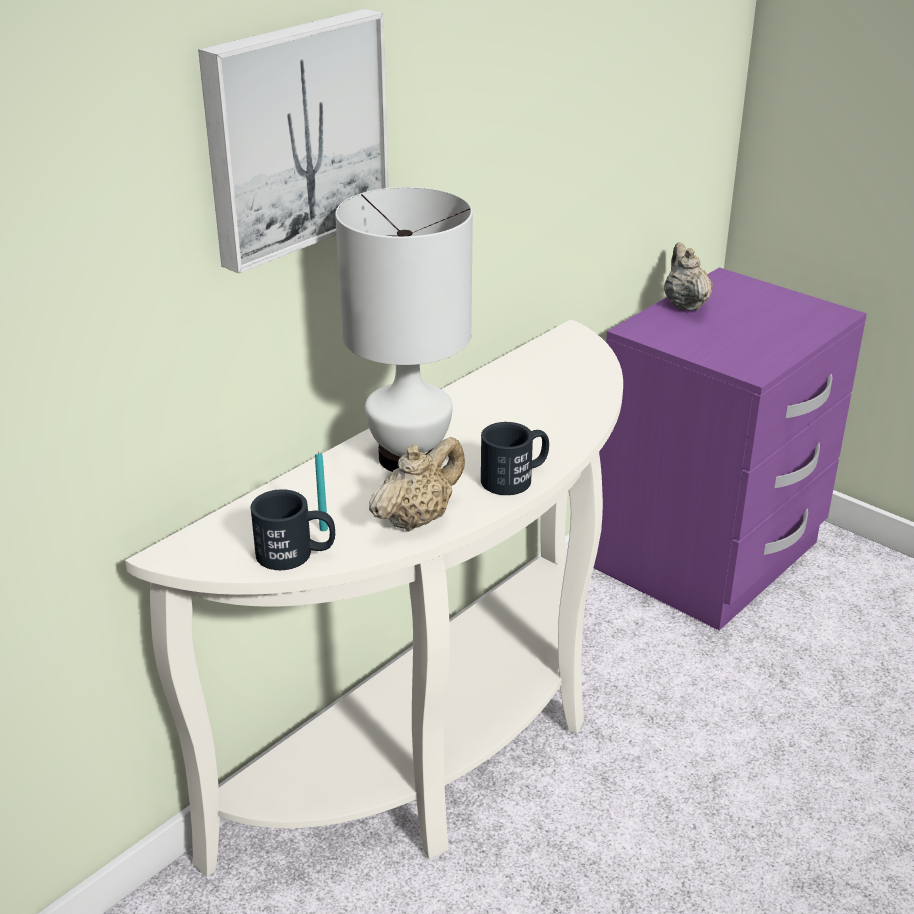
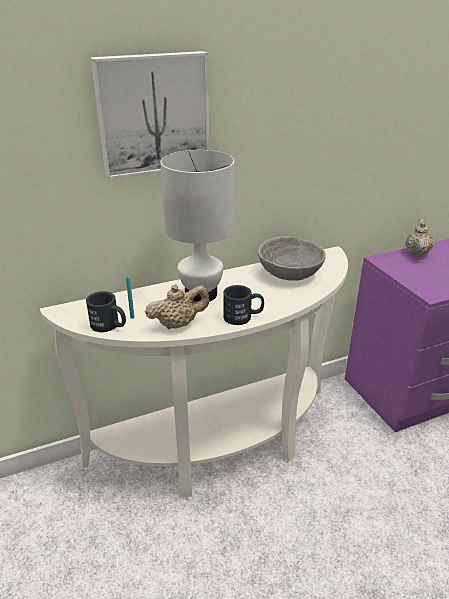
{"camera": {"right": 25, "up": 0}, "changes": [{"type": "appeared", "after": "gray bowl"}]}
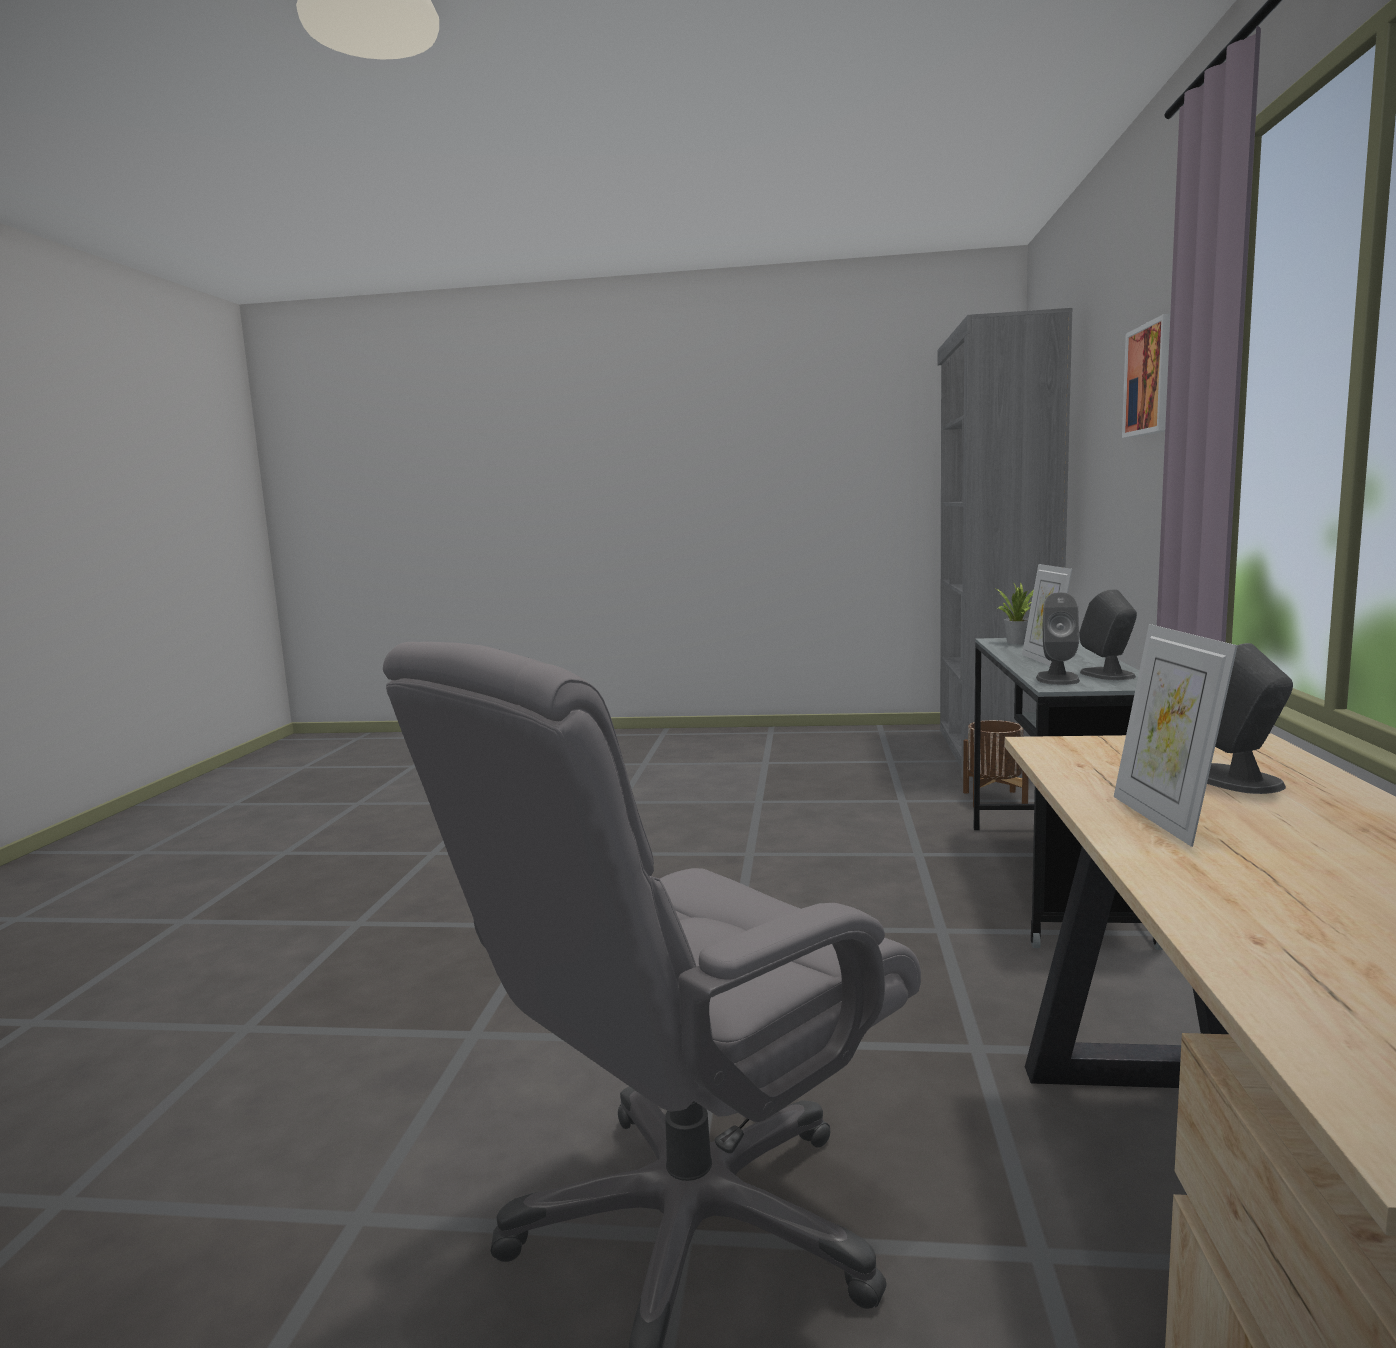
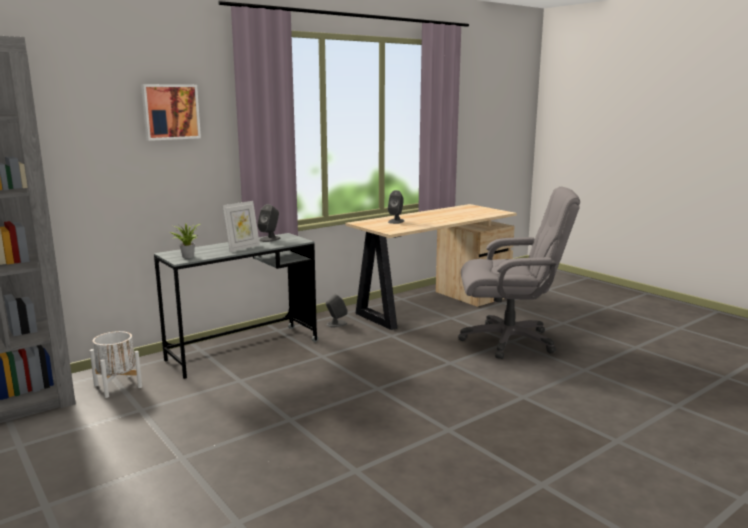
{"camera": {"right": -135, "up": 5}, "changes": [{"type": "colour", "before": "brown flower pot", "after": "white flower pot"}, {"type": "relocated", "before": "gray loudspeaker (no. 1 from left in the first image)", "after": "gray loudspeaker (no. 2 from left)"}, {"type": "missing", "before": "picture frame (no. 2 from left)"}]}
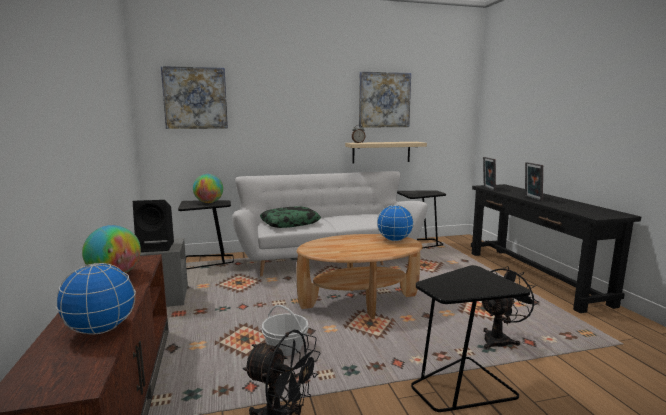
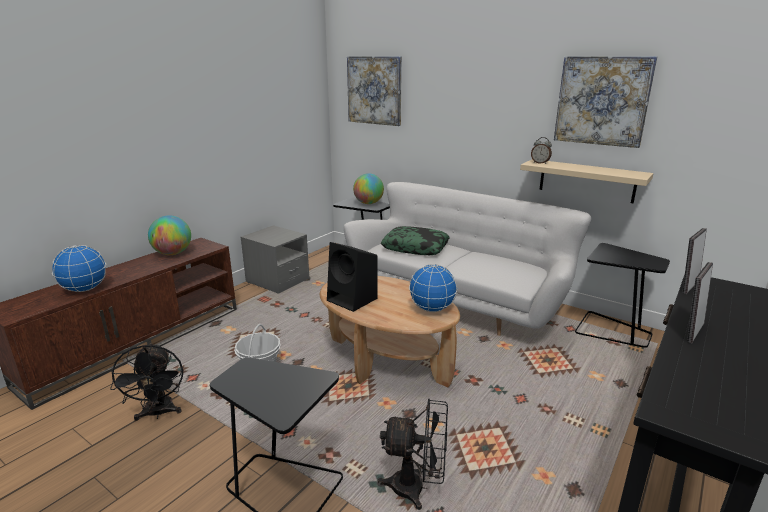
{"camera": {"right": 50, "up": 10}, "changes": [{"type": "relocated", "before": "black loudspeaker"}]}
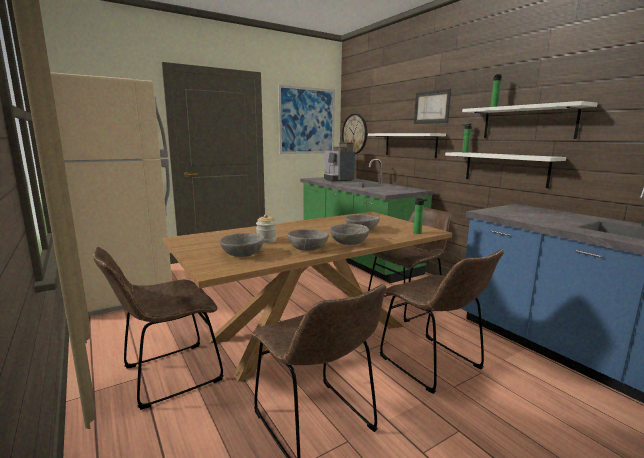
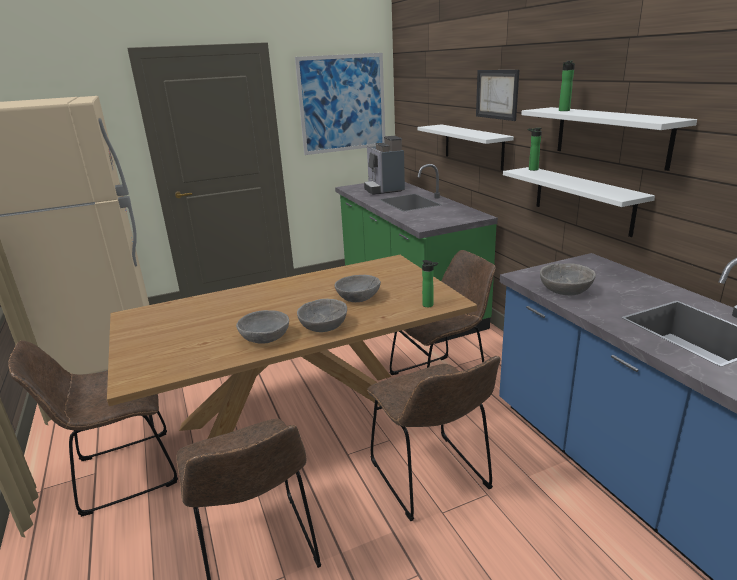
{"camera": {"right": 10, "up": 10}, "changes": [{"type": "relocated", "before": "gray bowl (no. 1 from left in the first image)", "after": "gray bowl (no. 4 from left)"}, {"type": "missing", "before": "preserve jar"}, {"type": "missing", "before": "hanging clock"}]}
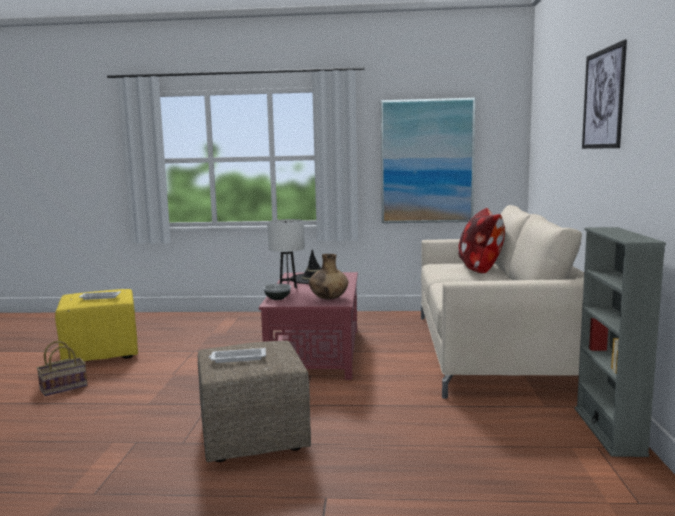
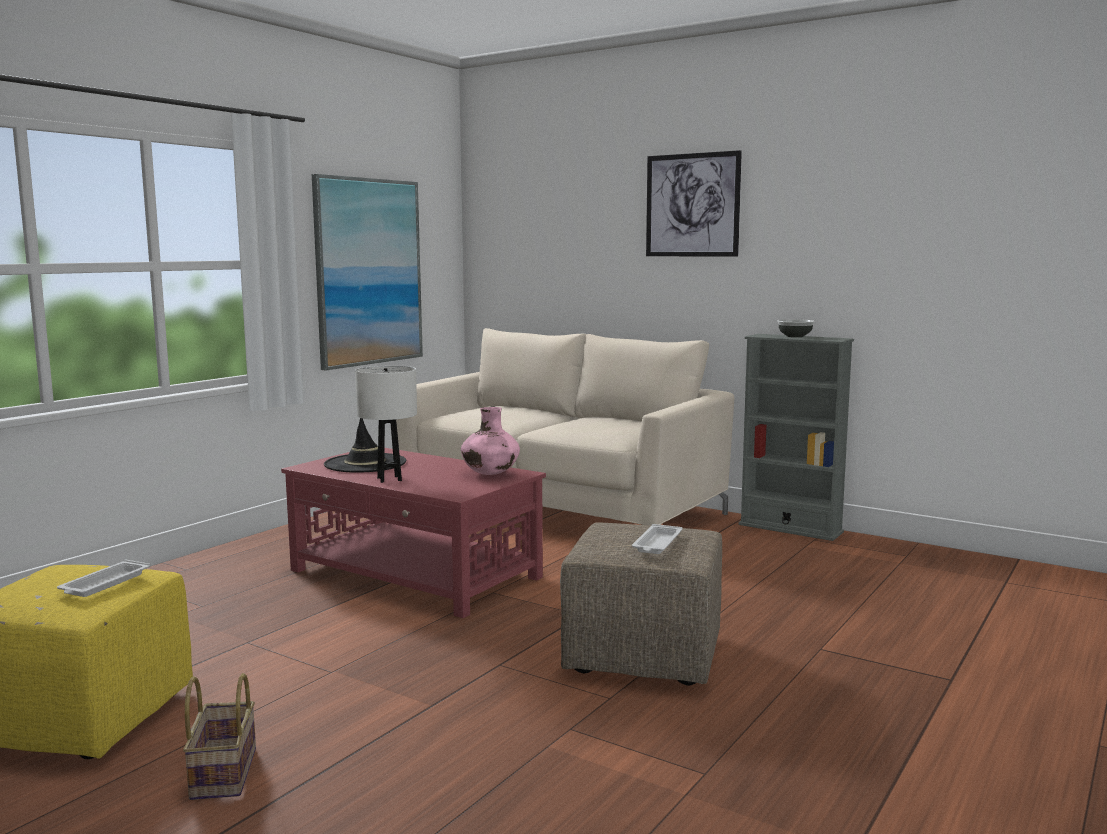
{"camera": {"right": -60, "up": 0}, "changes": [{"type": "relocated", "before": "bowl"}, {"type": "colour", "before": "brown decorative vase", "after": "pink decorative vase"}, {"type": "missing", "before": "pillow"}]}
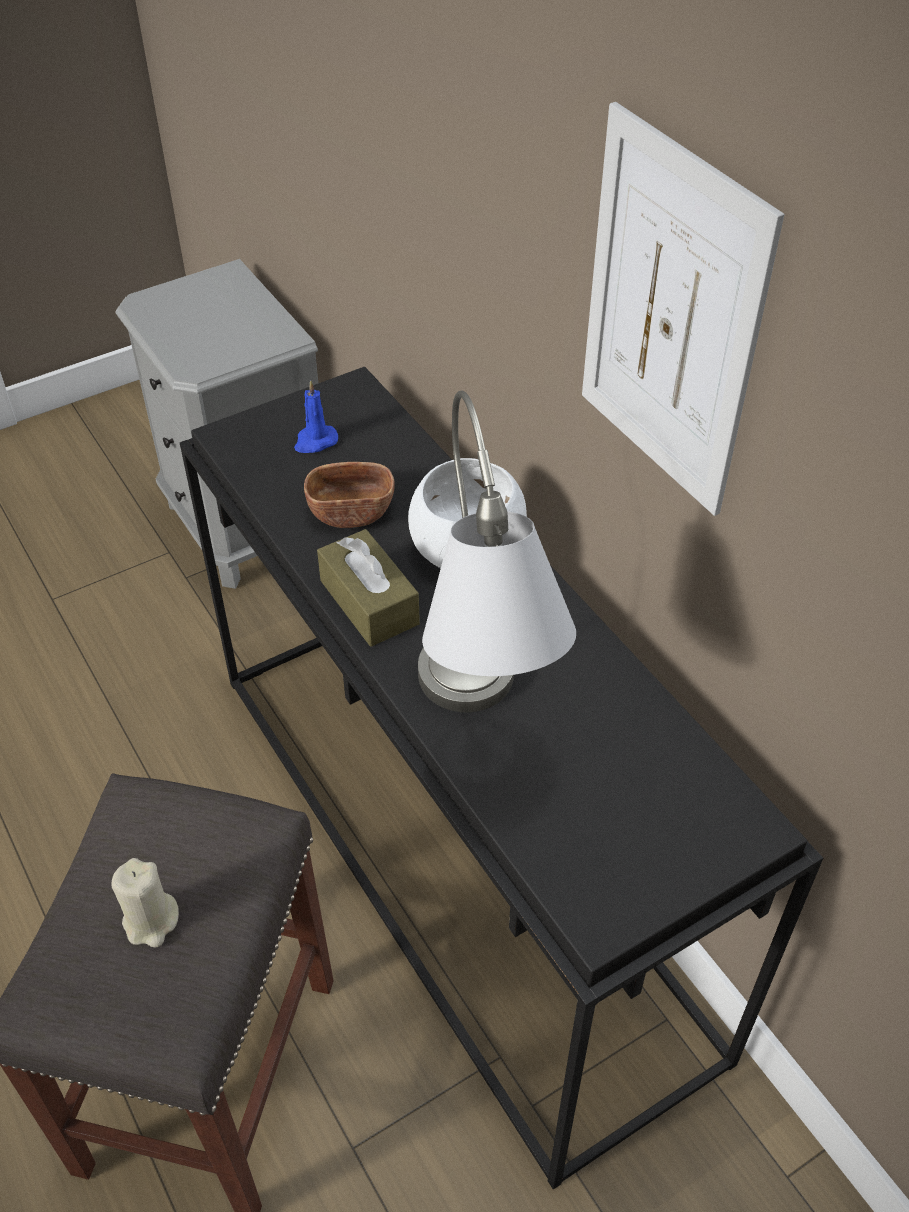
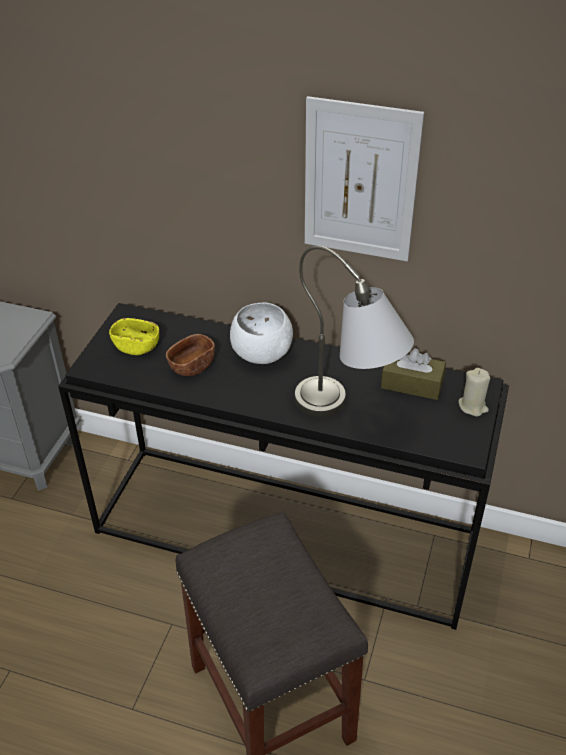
{"camera": {"right": -40, "up": -5}, "changes": [{"type": "relocated", "before": "sand-coloured wax light"}, {"type": "exchanged", "before": "bluish wax light", "after": "yellow bowl"}, {"type": "relocated", "before": "brown box of tissues"}]}
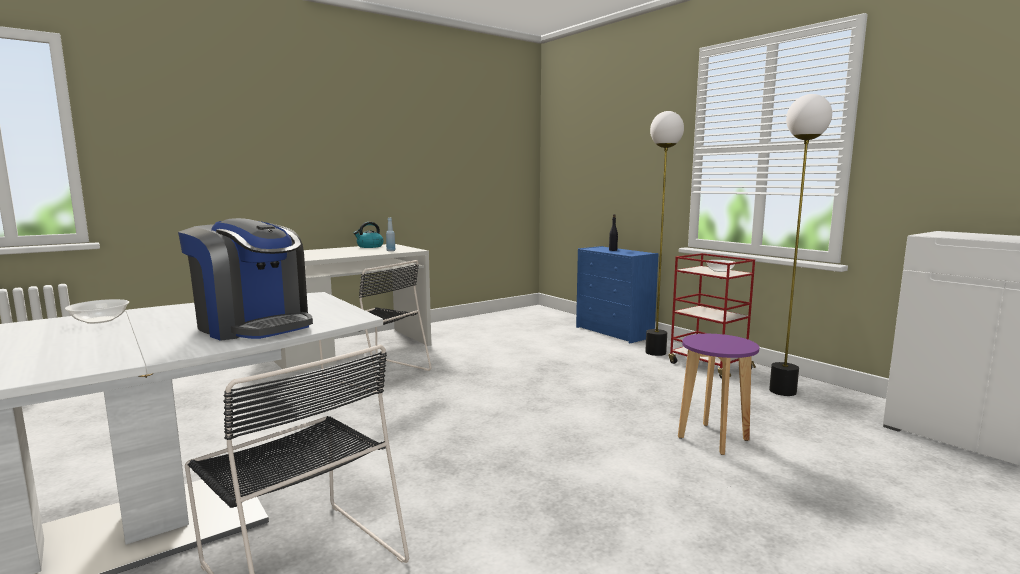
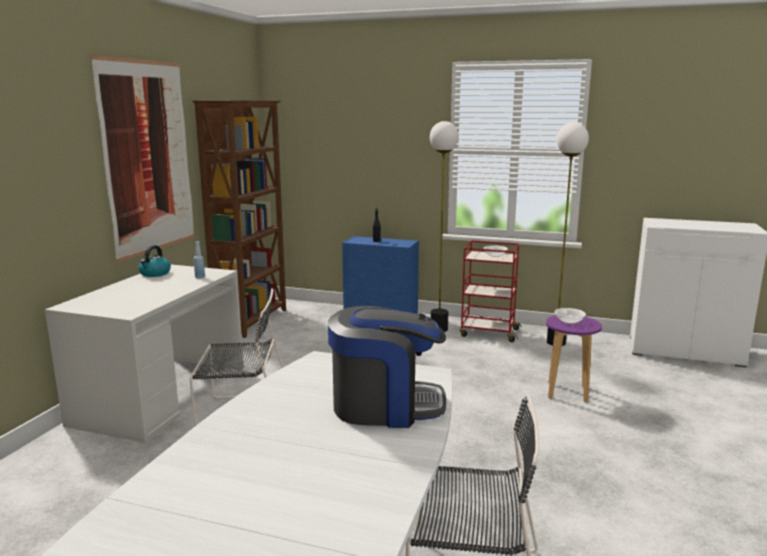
{"camera": {"right": -35, "up": 5}, "changes": [{"type": "relocated", "before": "bowl (no. 1 from left in the first image)", "after": "bowl (no. 2 from left)"}, {"type": "appeared", "after": "picture"}, {"type": "appeared", "after": "brown bookshelf"}]}
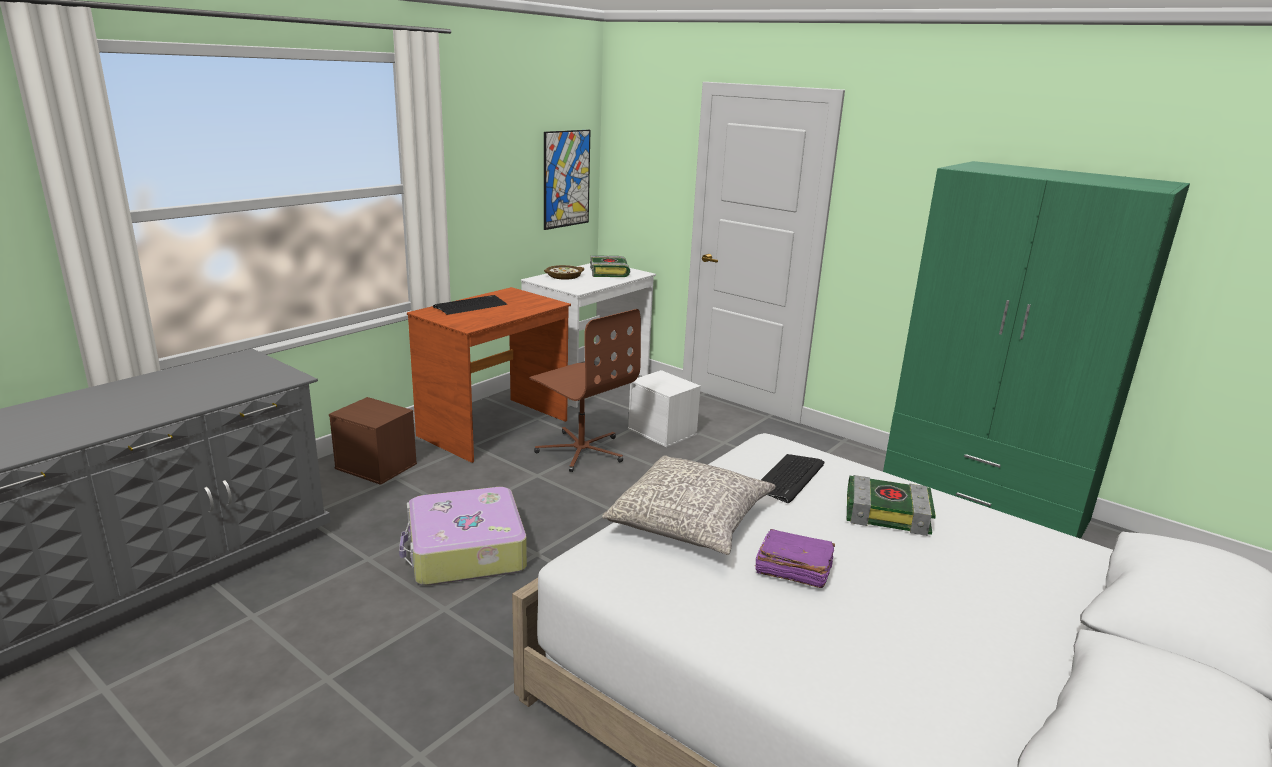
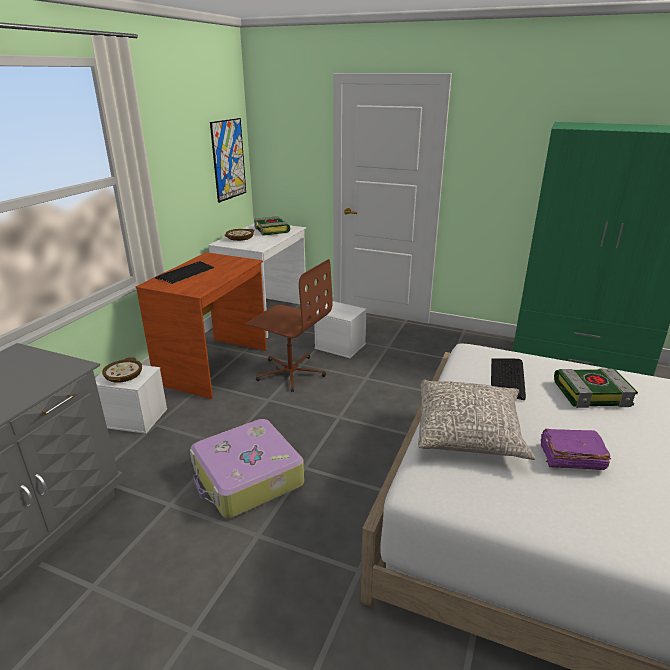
{"camera": {"right": -15, "up": 5}, "changes": [{"type": "colour", "before": "brown storage container", "after": "white storage container (no. 1 from left)"}, {"type": "appeared", "after": "bowl (no. 1 from left)"}]}
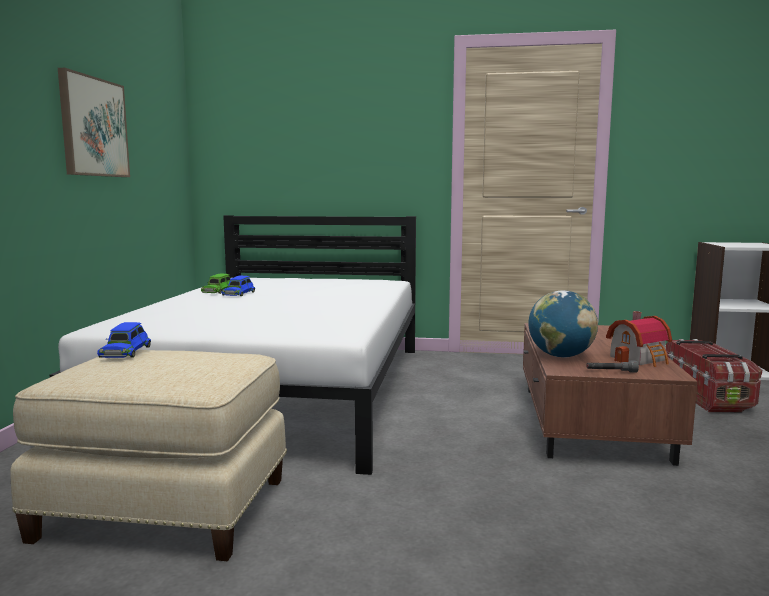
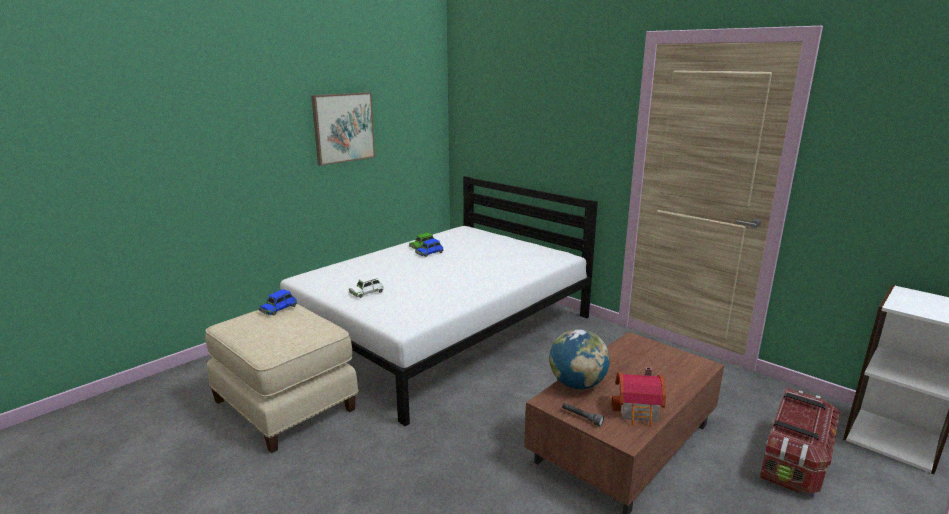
{"camera": {"right": 35, "up": 10}, "changes": [{"type": "appeared", "after": "white miniature car"}]}
